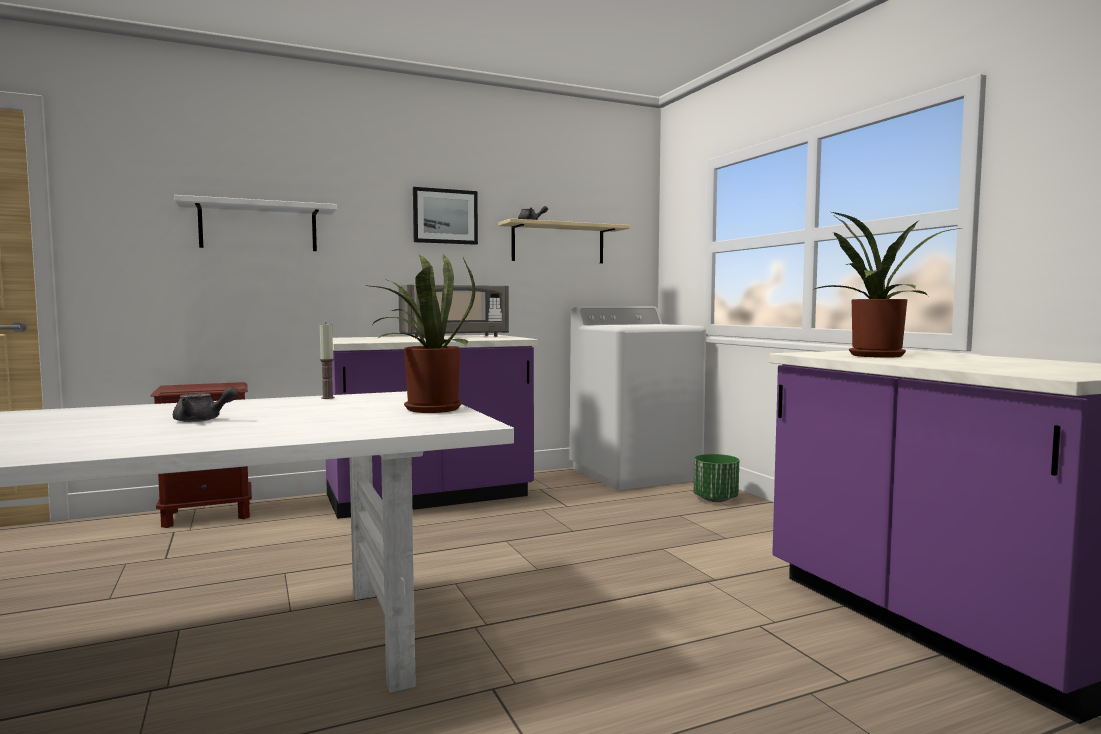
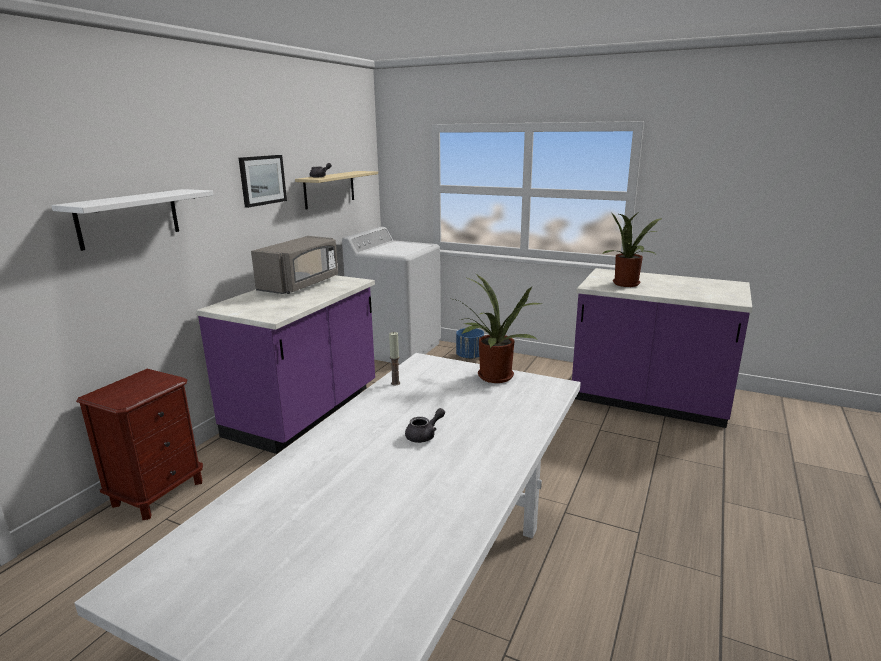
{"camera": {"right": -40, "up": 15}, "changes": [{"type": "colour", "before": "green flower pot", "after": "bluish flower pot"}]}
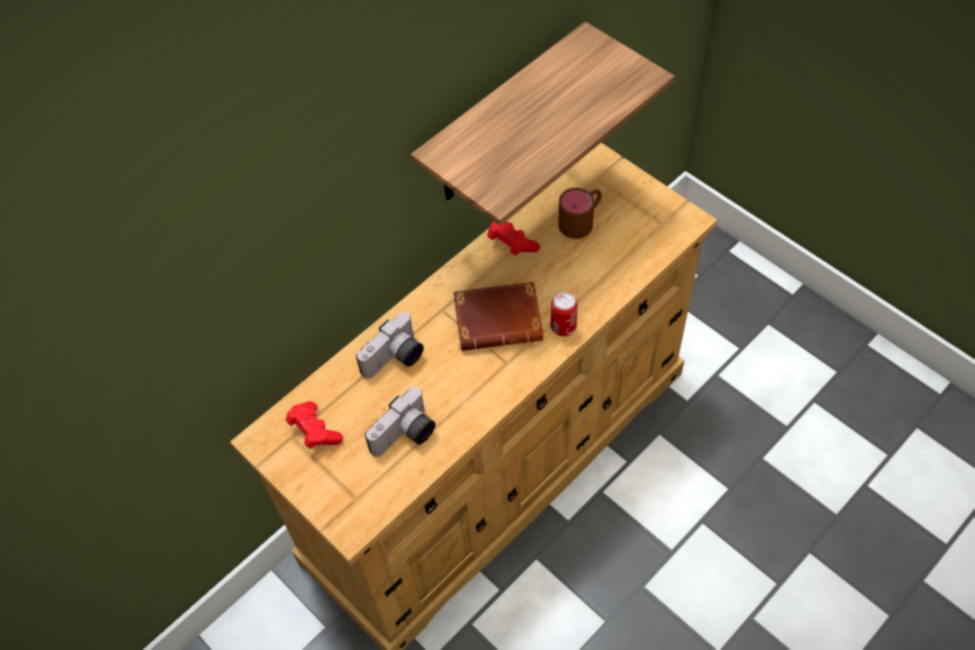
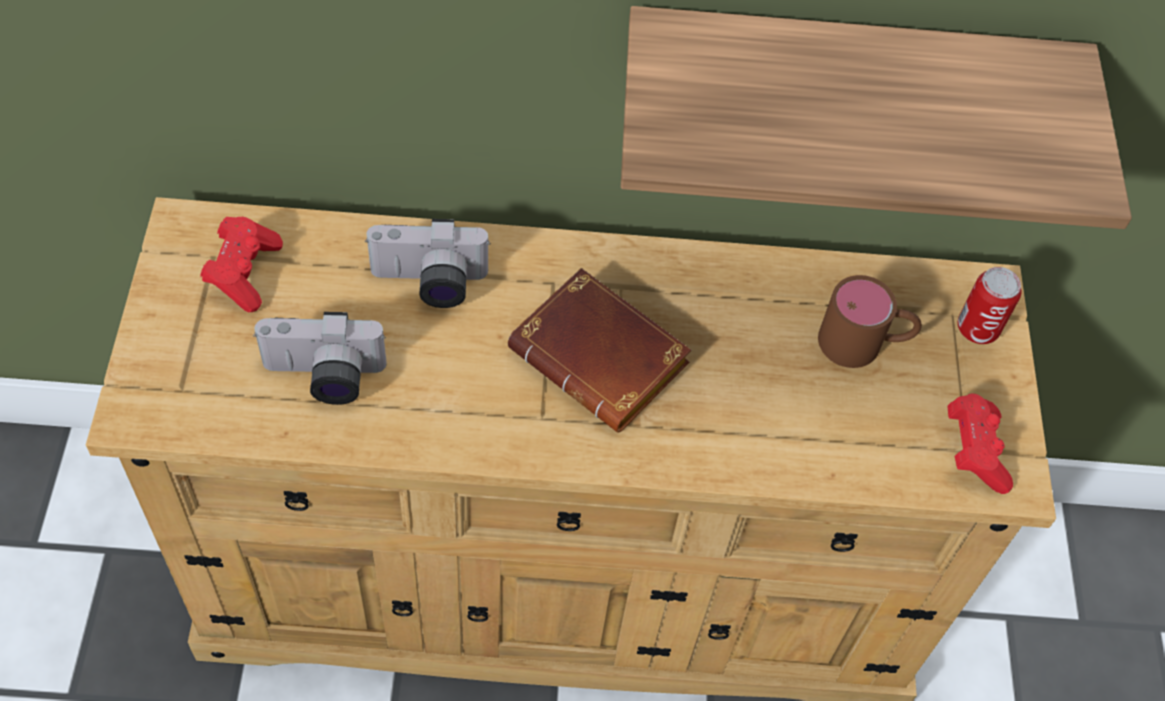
{"camera": {"right": 40, "up": 0}, "changes": [{"type": "relocated", "before": "red joypad (no. 2 from left)"}, {"type": "relocated", "before": "sealed can"}]}
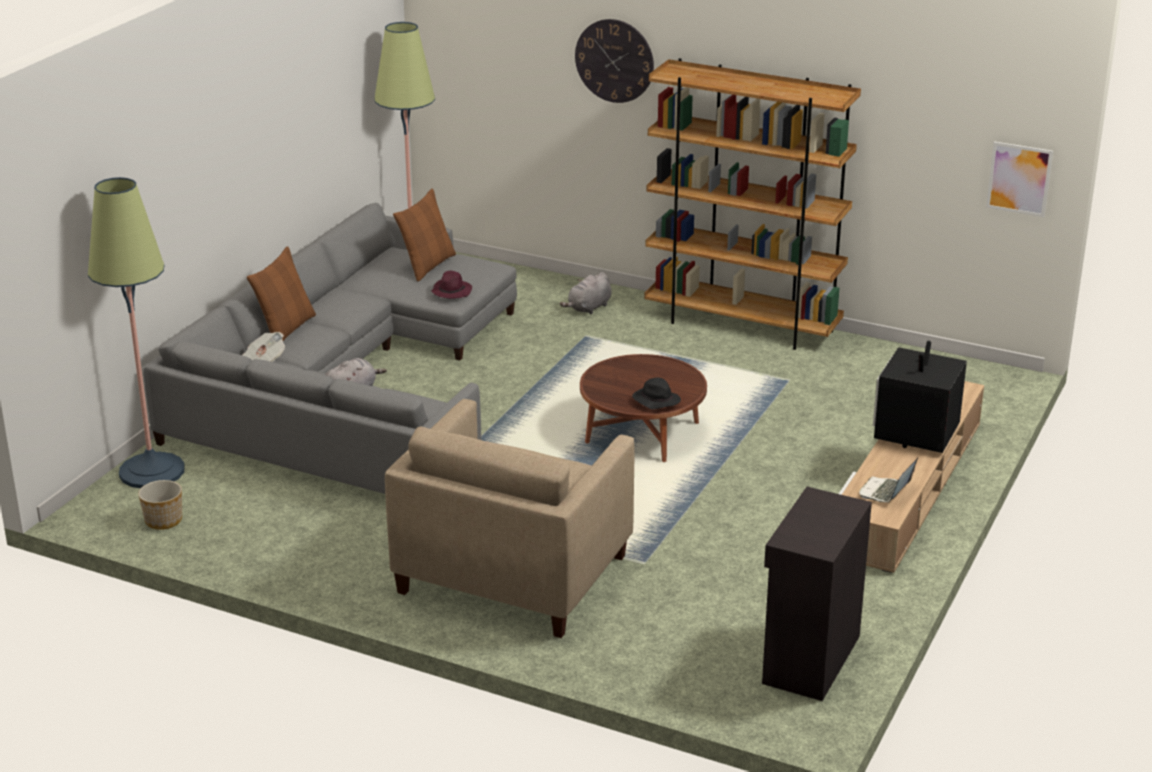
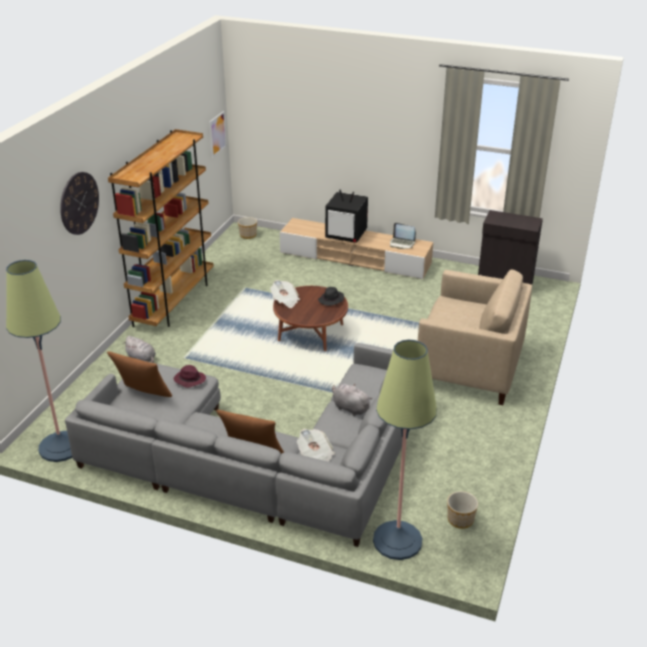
{"camera": {"right": -95, "up": 5}, "changes": [{"type": "appeared", "after": "flower pot (no. 1 from left)"}, {"type": "appeared", "after": "printed paper (no. 1 from left)"}]}
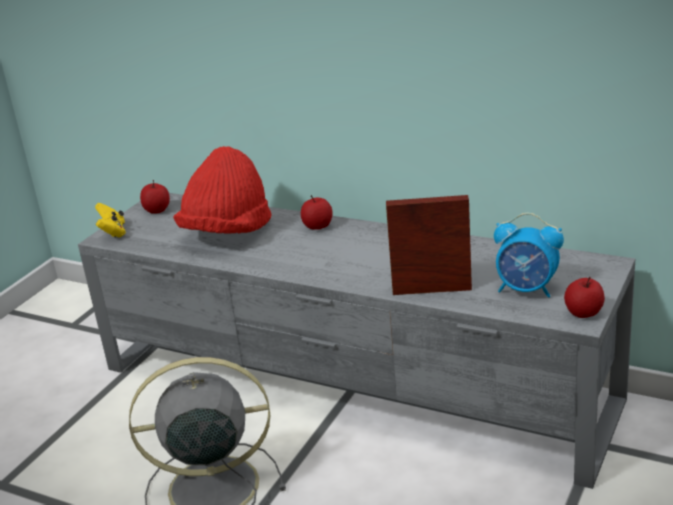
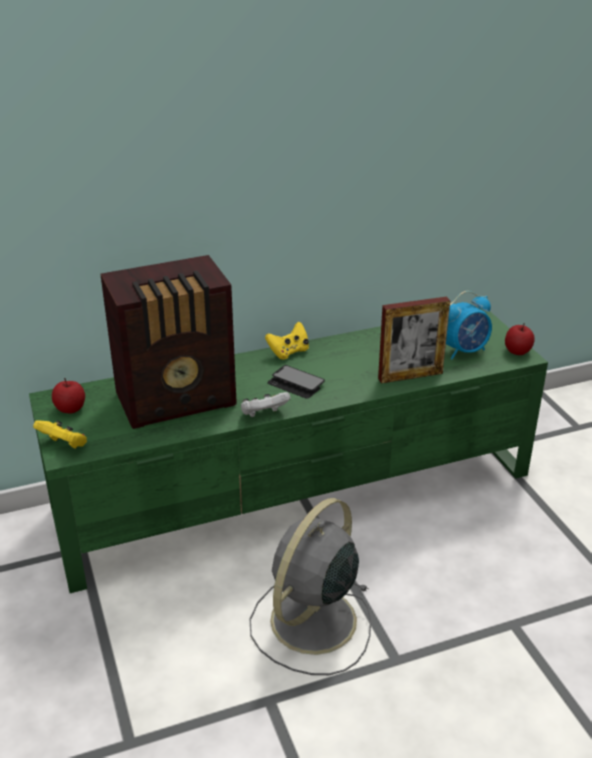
{"camera": {"right": -50, "up": 5}, "changes": [{"type": "colour", "before": "gray tv stand", "after": "green tv stand"}, {"type": "exchanged", "before": "red clothing hat", "after": "radio set"}, {"type": "missing", "before": "whole apple (no. 2 from left)"}, {"type": "spun", "before": "picture frame", "turn": -150}, {"type": "appeared", "after": "white joypad"}, {"type": "appeared", "after": "yellow joypad (no. 2 from left)"}, {"type": "appeared", "after": "phone"}]}
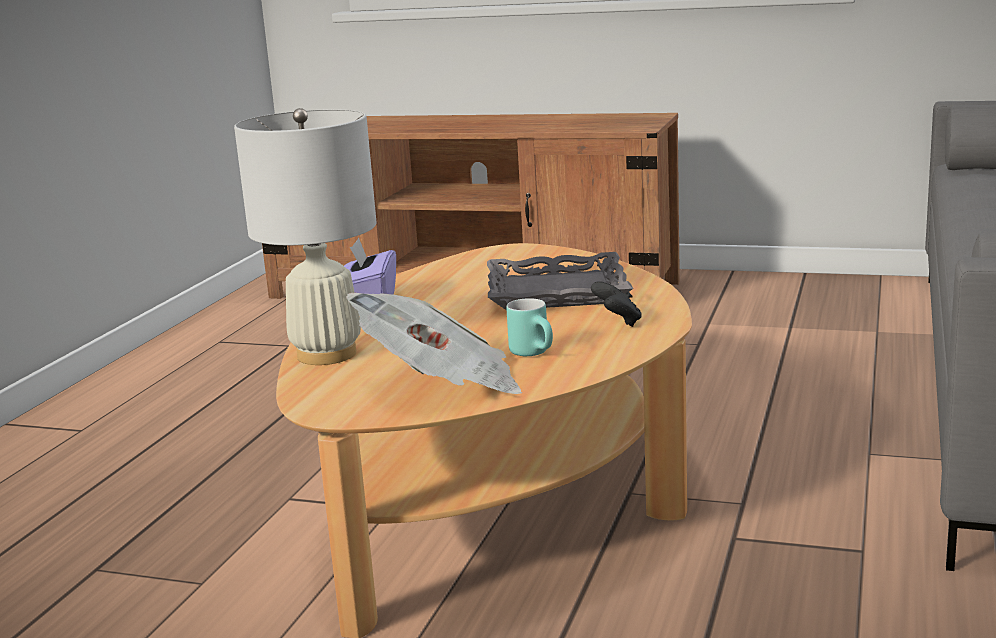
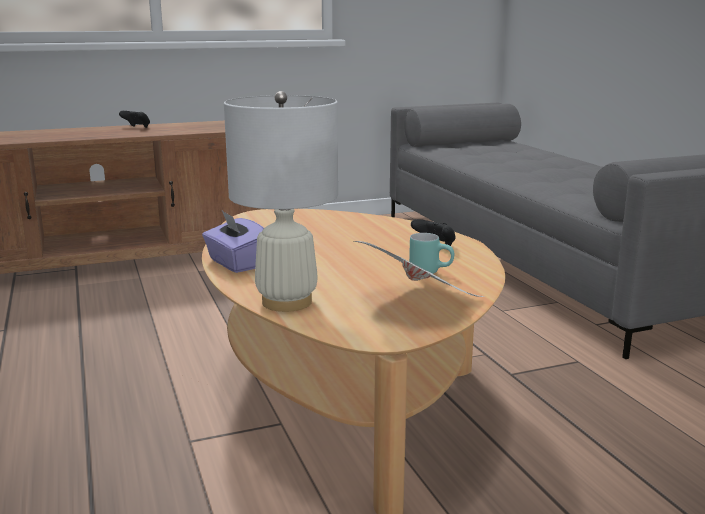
{"camera": {"right": -40, "up": 0}, "changes": [{"type": "missing", "before": "gray serving tray"}, {"type": "appeared", "after": "black joypad (no. 1 from left)"}]}
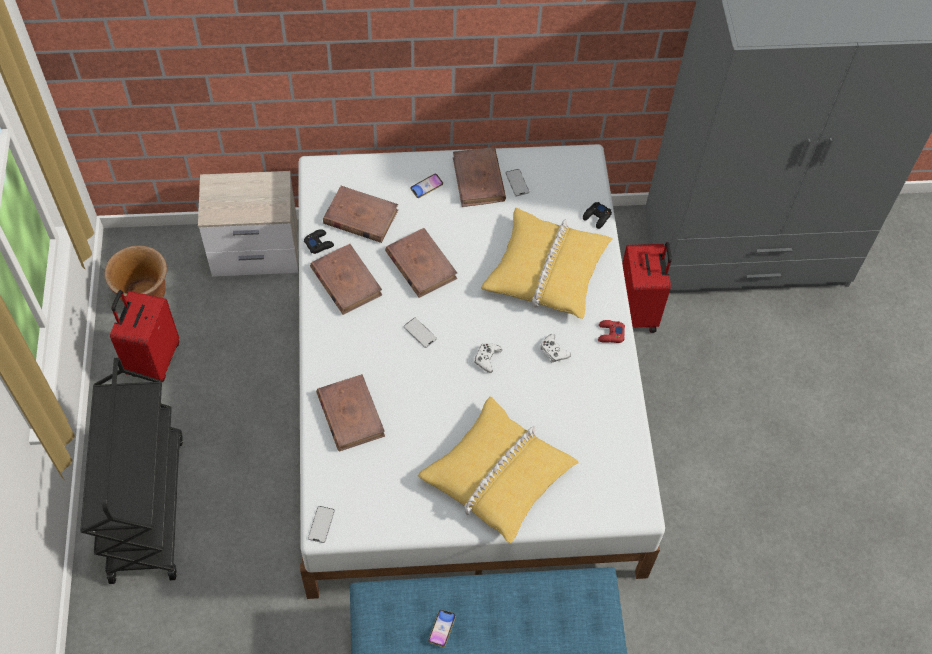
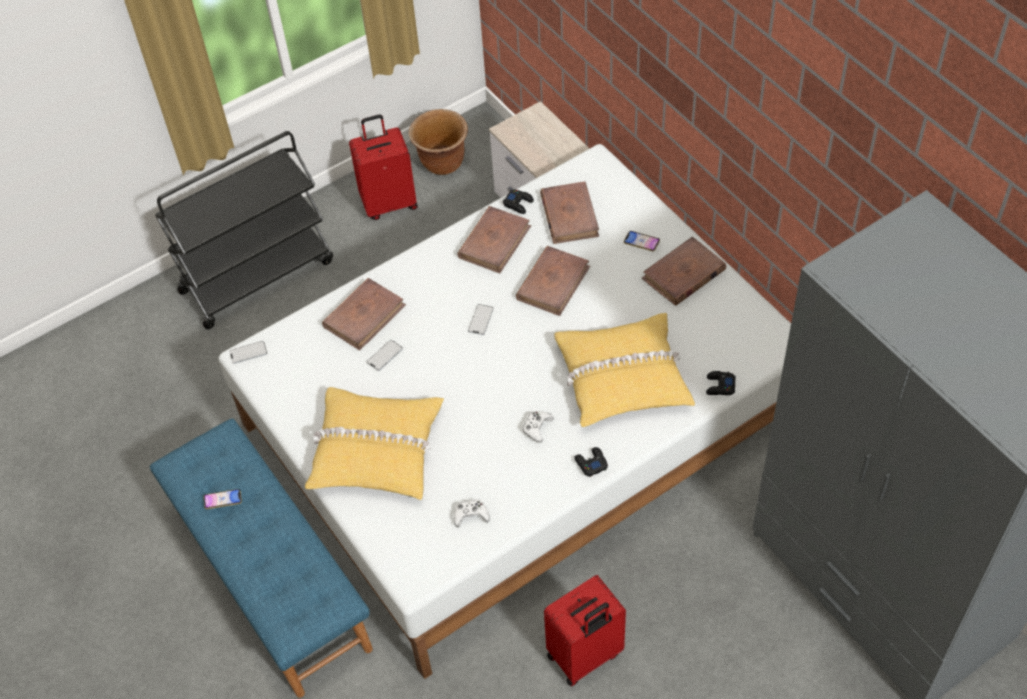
{"camera": {"right": 65, "up": -5}, "changes": [{"type": "relocated", "before": "white joypad (no. 1 from left)"}, {"type": "relocated", "before": "phone (no. 5 from left in the first image)", "after": "phone (no. 3 from left)"}, {"type": "colour", "before": "red joypad", "after": "black joypad (no. 2 from left)"}, {"type": "relocated", "before": "red travel case (no. 2 from left)"}]}
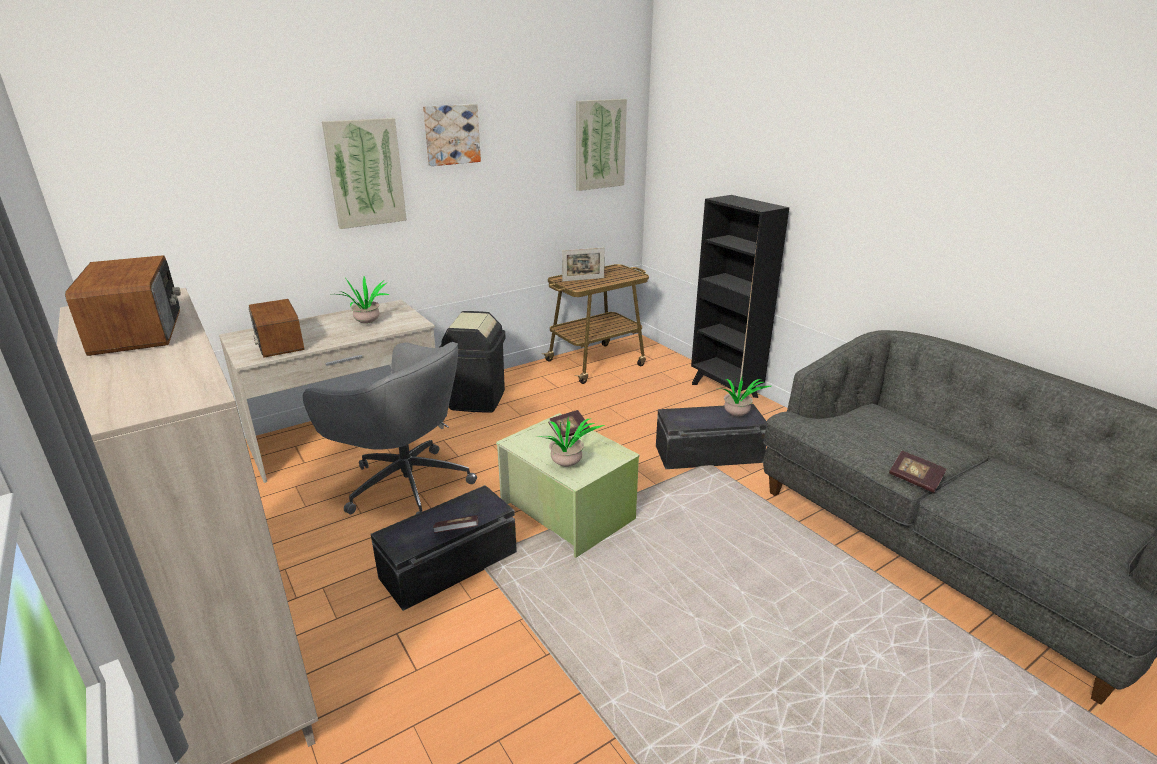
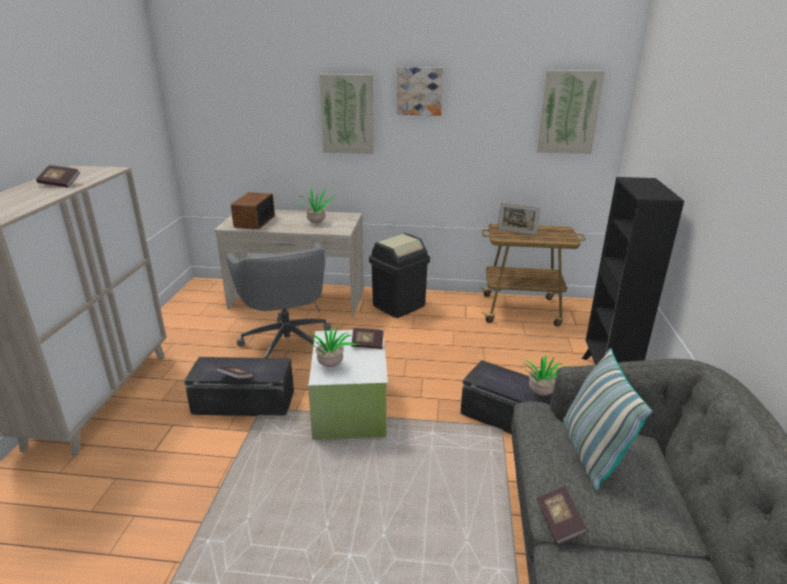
{"camera": {"right": 40, "up": 0}, "changes": [{"type": "exchanged", "before": "radio set (no. 1 from left)", "after": "volume (no. 1 from left)"}, {"type": "colour", "before": "green storage container", "after": "white storage container"}, {"type": "appeared", "after": "pillow"}]}
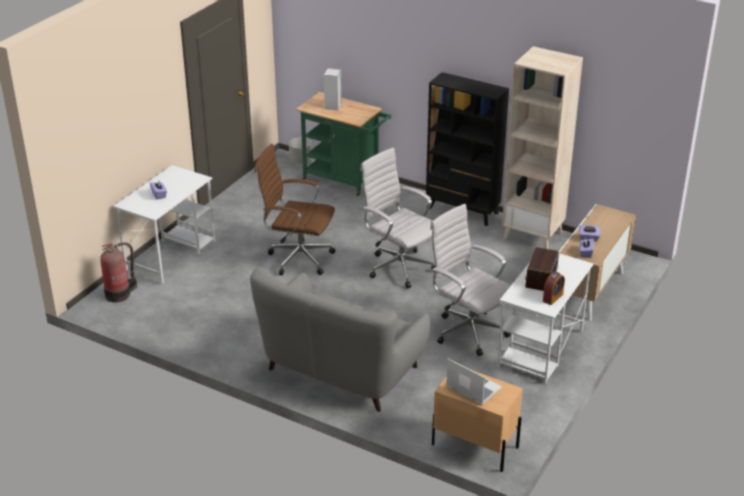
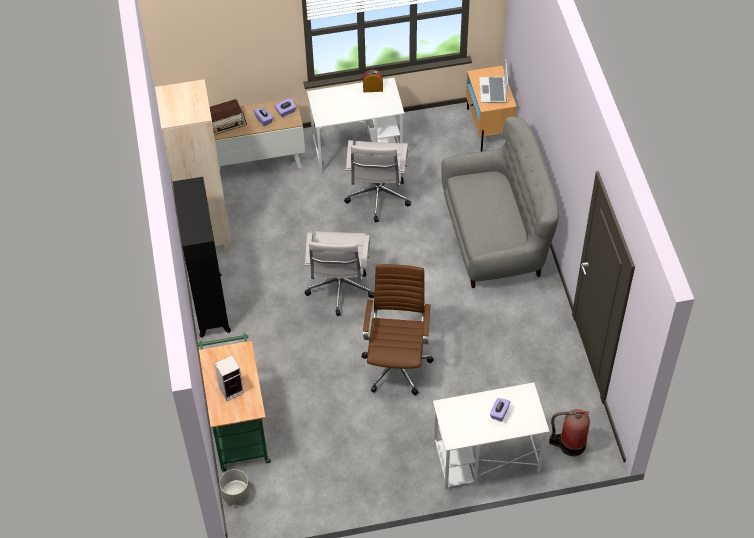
{"camera": {"right": -130, "up": 20}, "changes": [{"type": "spun", "before": "brown office chair", "turn": -150}, {"type": "relocated", "before": "radio set"}]}
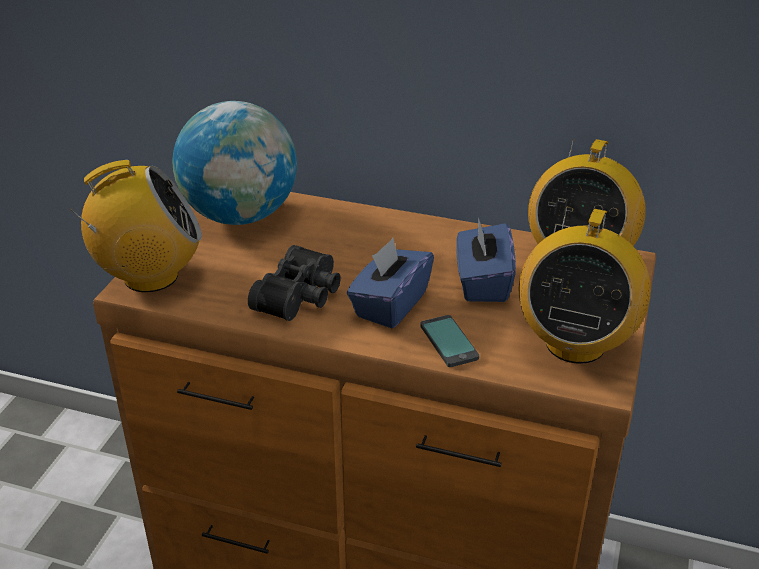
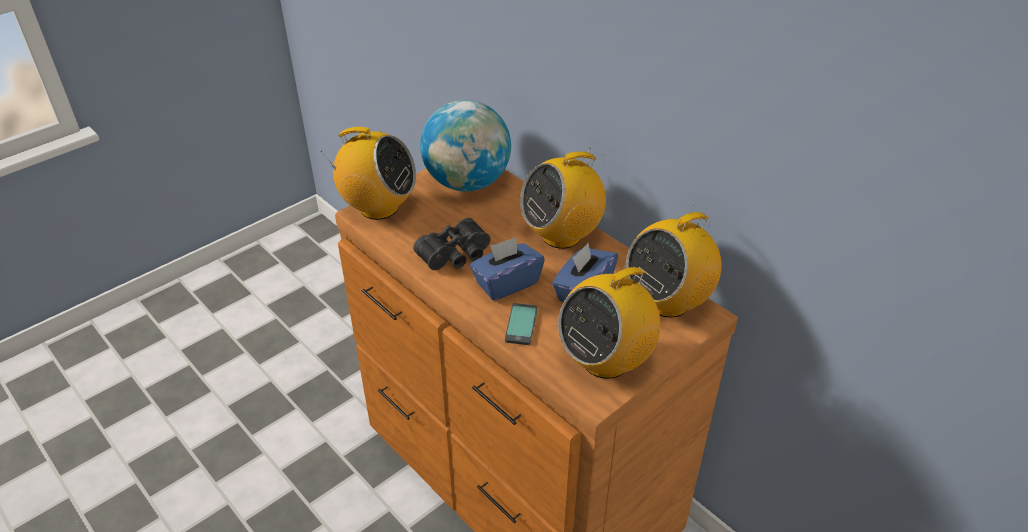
{"camera": {"right": 30, "up": 5}, "changes": [{"type": "appeared", "after": "radio set (no. 2 from left)"}]}
